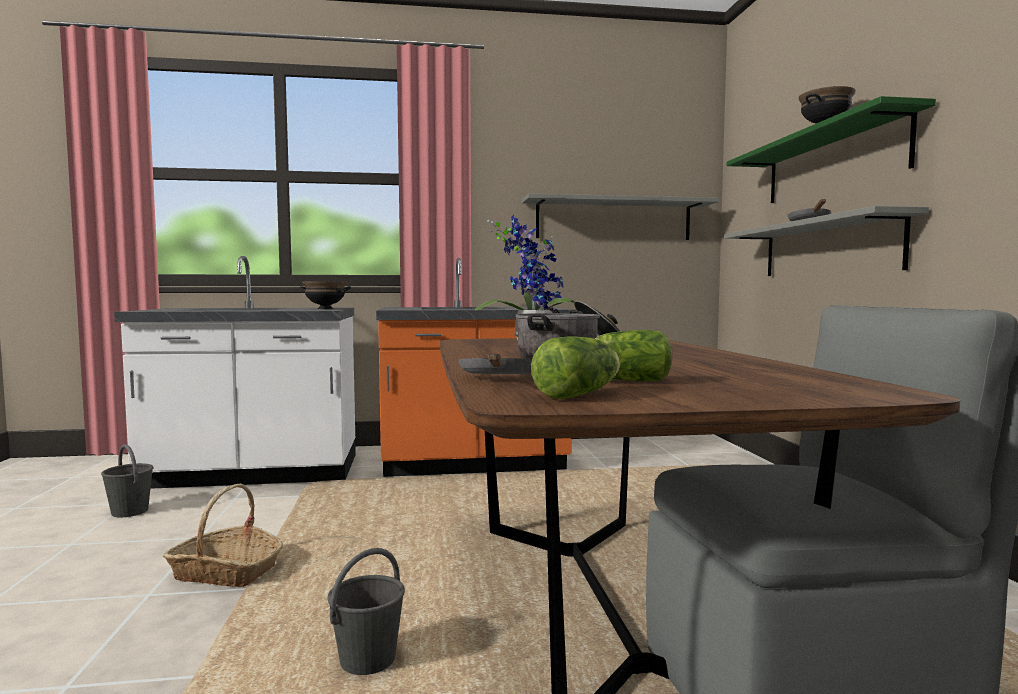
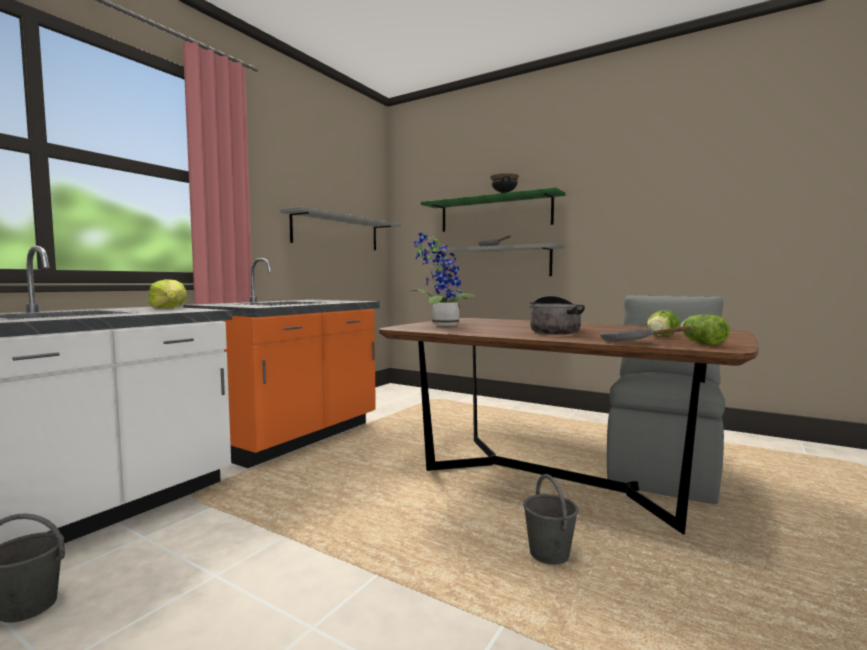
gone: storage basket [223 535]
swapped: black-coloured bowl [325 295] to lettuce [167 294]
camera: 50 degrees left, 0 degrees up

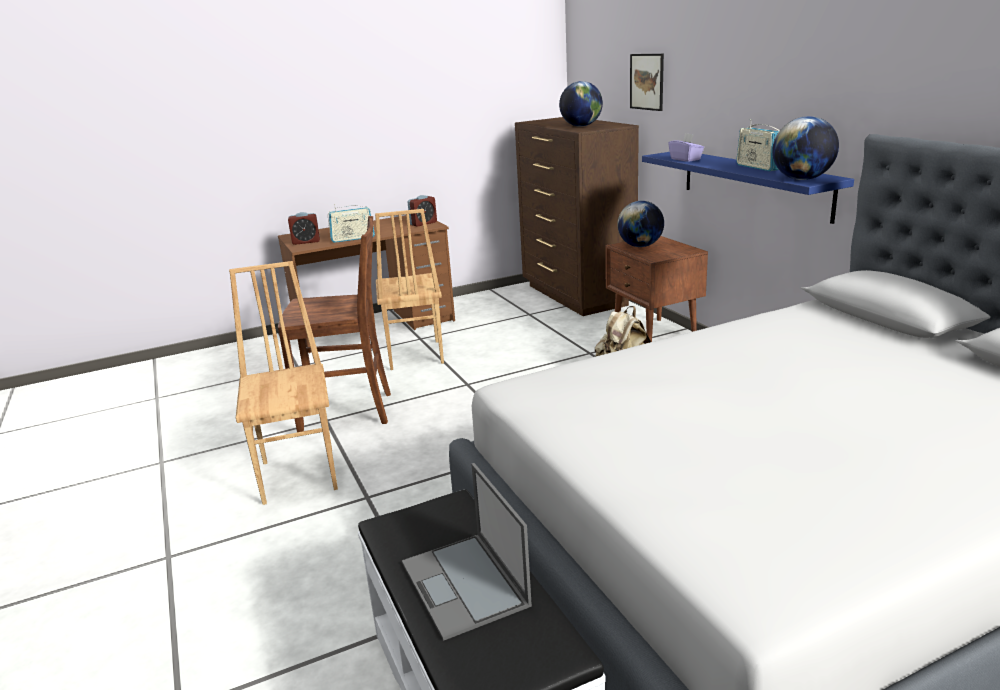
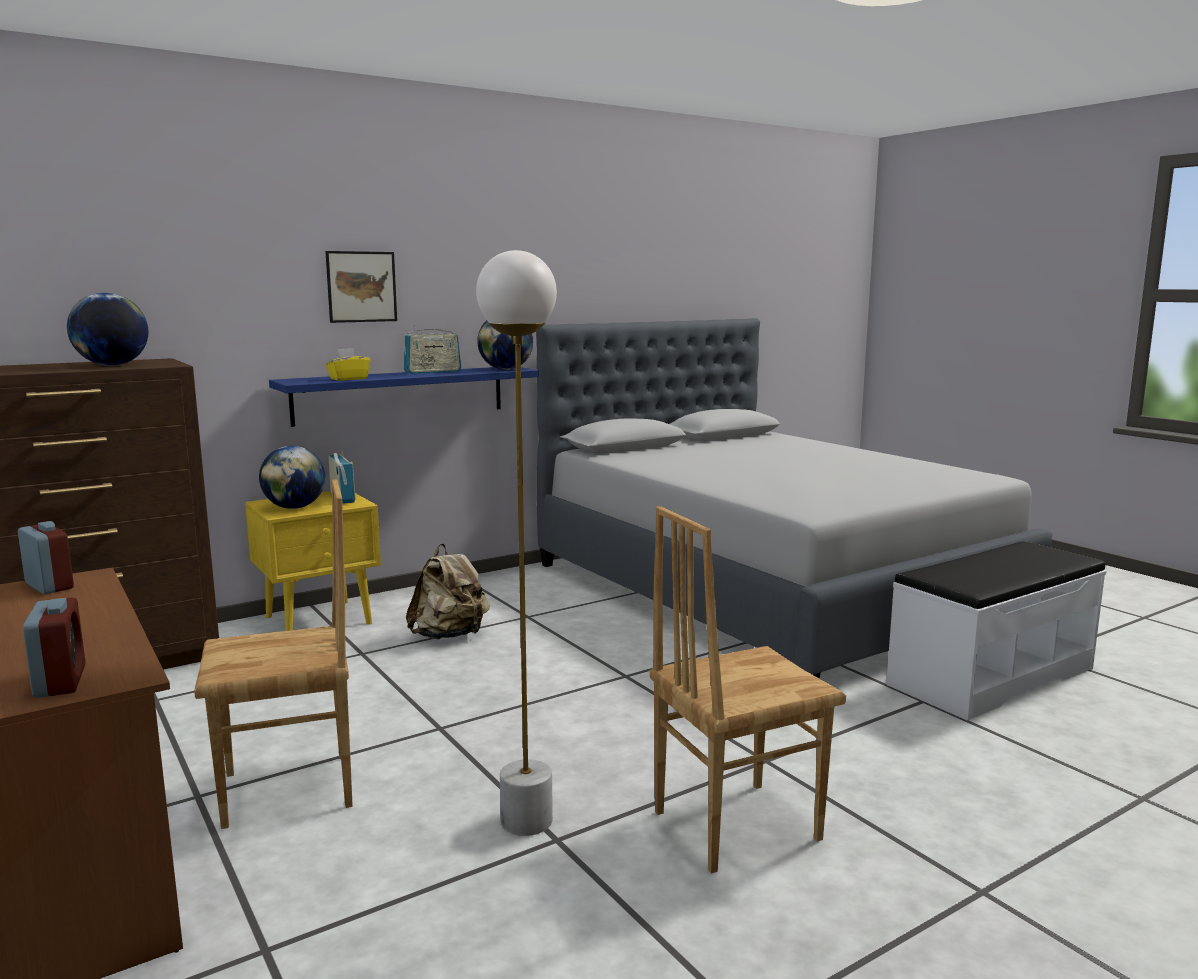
gone: notebook computer [467 552]
shifted: radio [351 223] to [342 478]; wall art [647 82] to [361 287]
swapped: brown-coloured upright chair [334 324] to white standing lamp [516 543]
repainted: brown-coloured night table [656 289] to yellow night table [313 561]; purple tissue holder [686 147] to yellow tissue holder [348 364]
camera: 100 degrees left, 10 degrees down

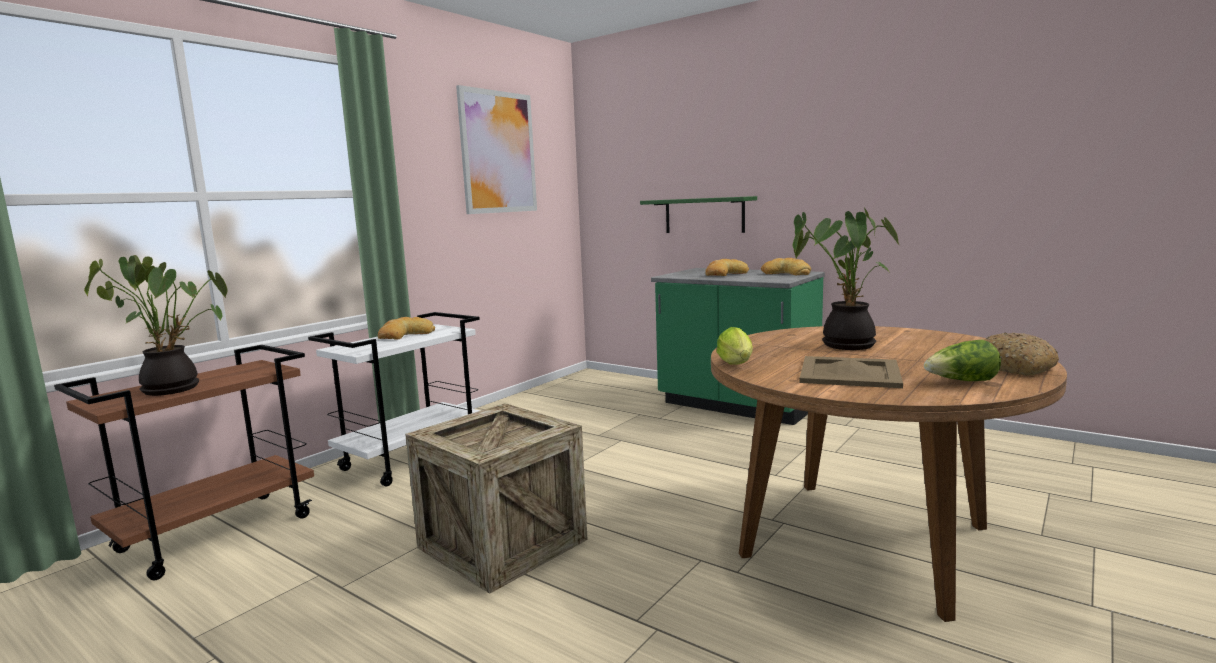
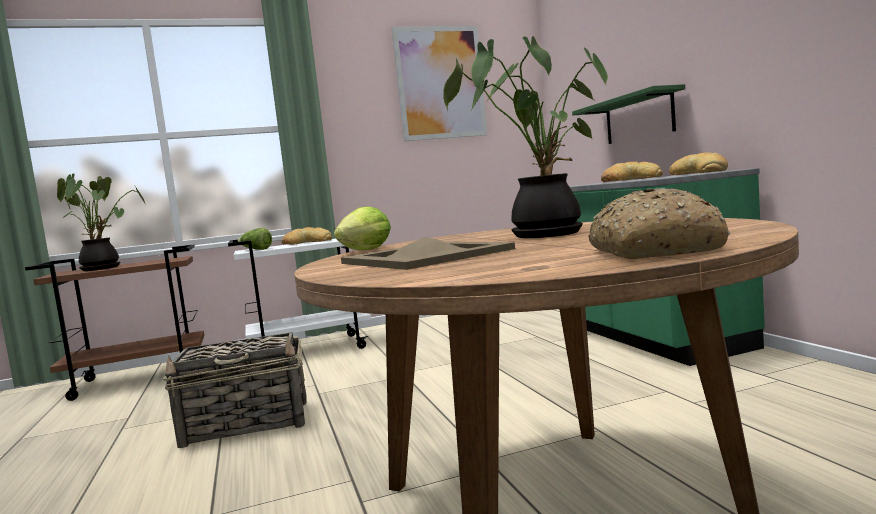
shifted: lettuce [962 360] to [254 239]
swapped: packing crate [496 498] to storage basket [235 390]
camera: 35 degrees right, 5 degrees down

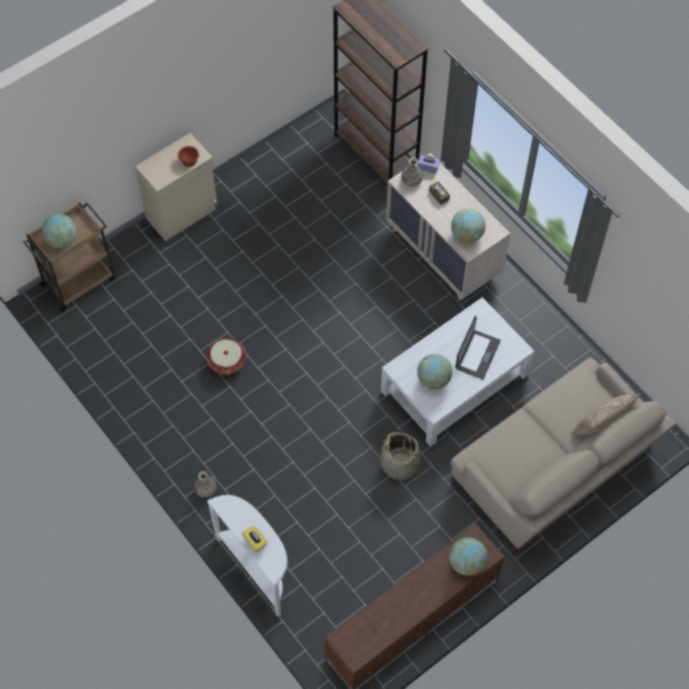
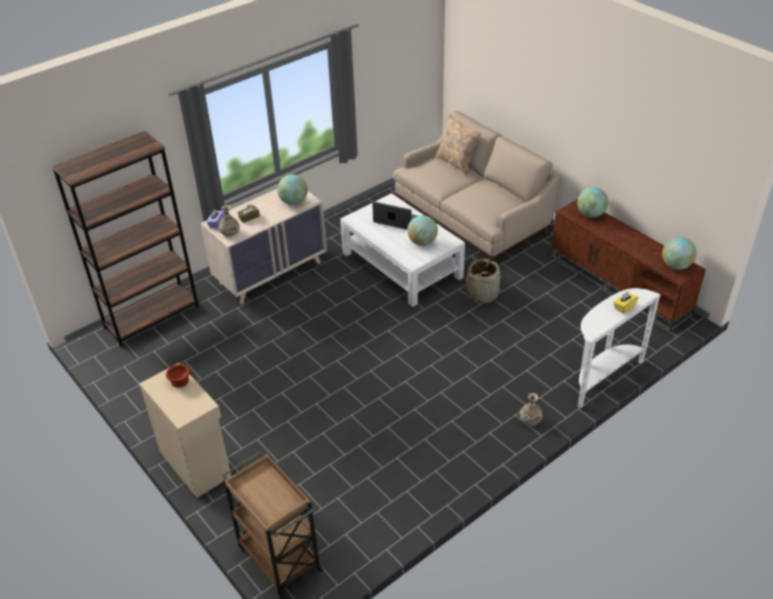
gone: storage basket [226 356]
shifted: world globe [59 231] to [679 253]
camera: 90 degrees left, 20 degrees down

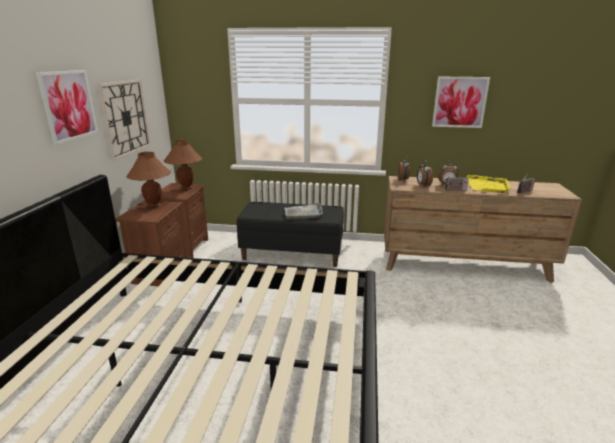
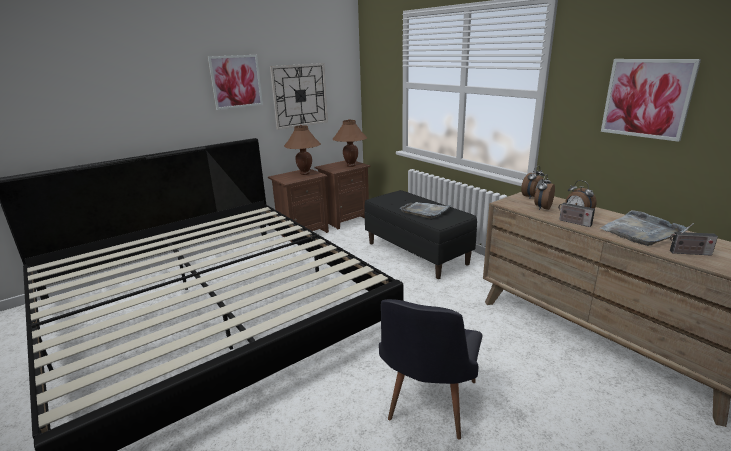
new: black-coloured upright chair [430 369]
repainted: yellow tray [489 184] to gray tray [643 228]
camera: 45 degrees right, 0 degrees up

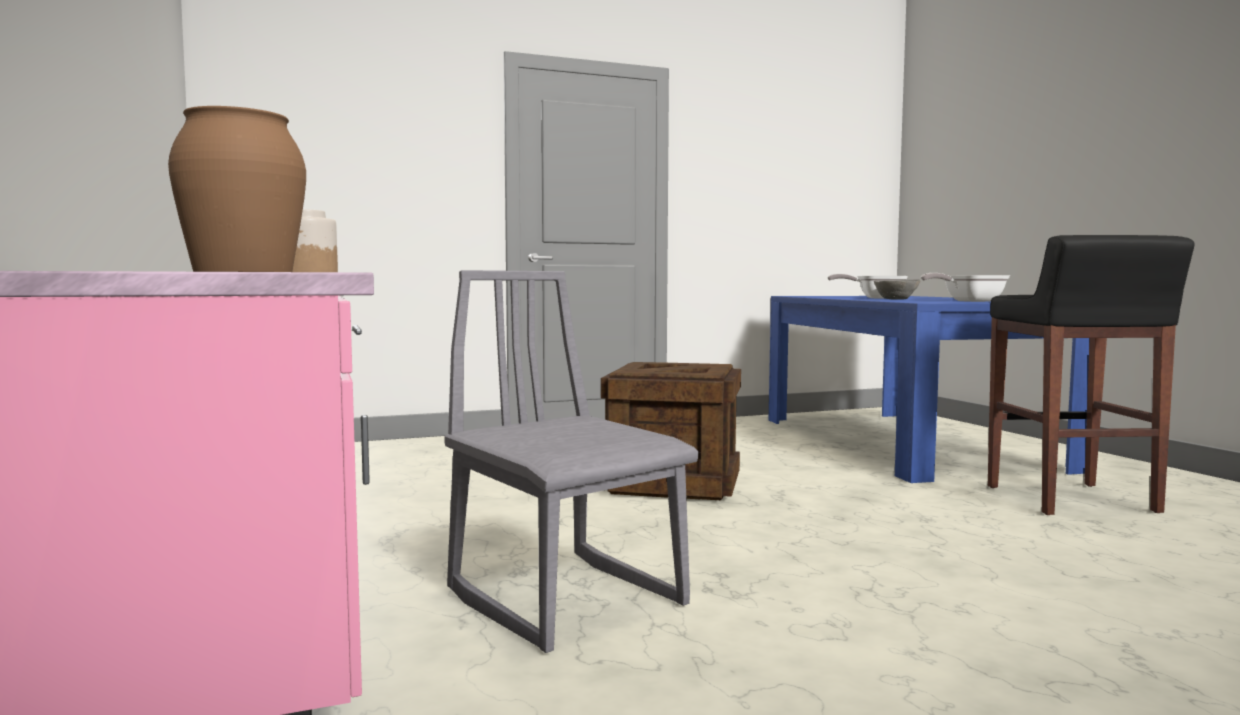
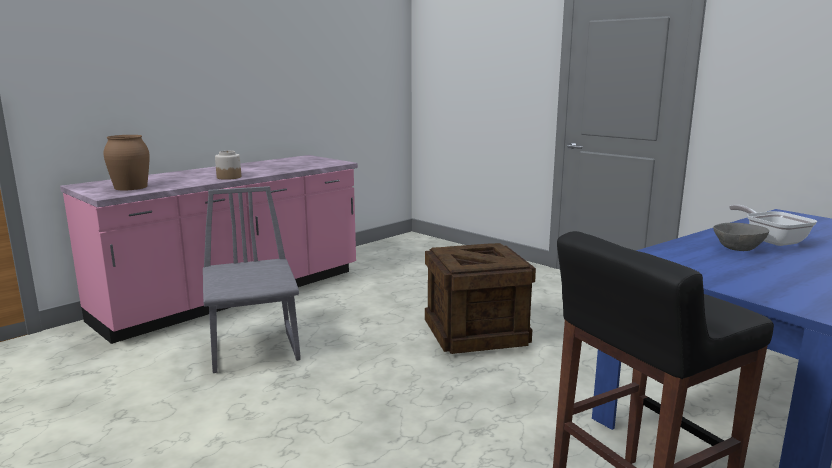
gone: frying pan [965 287]
rotated: gray upright chair [571 461] = [252 279] 45 degrees counterclockwise
camera: 65 degrees right, 10 degrees up

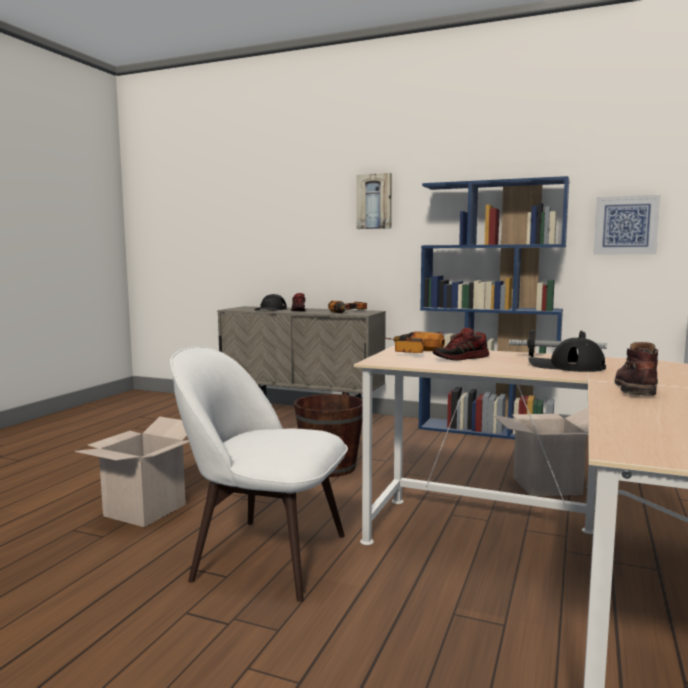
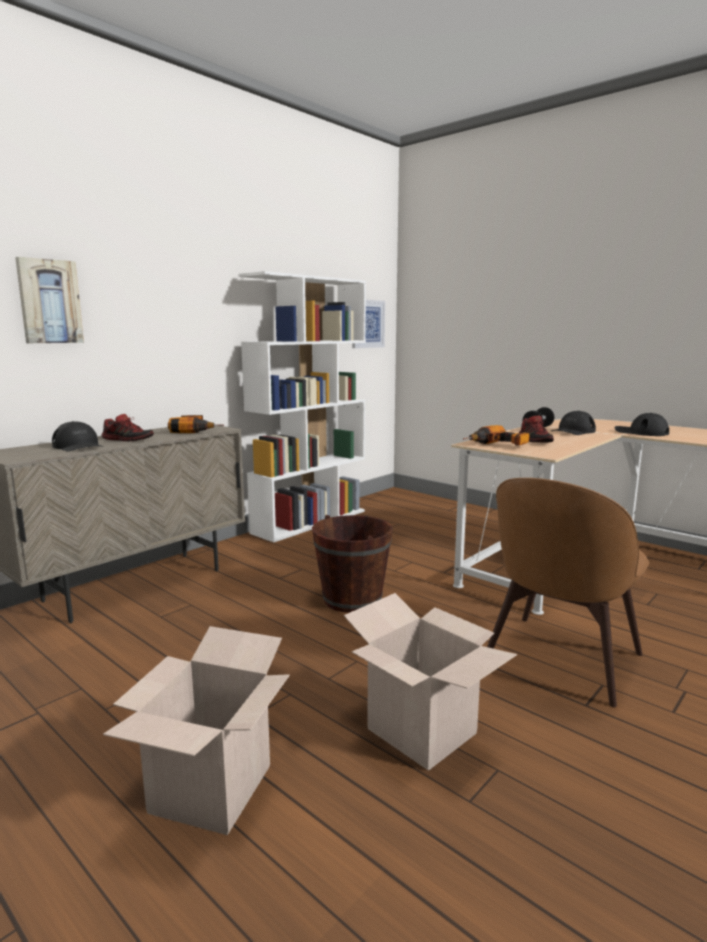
shifted: wall art [374 201] to [49 300]; packing box [540 452] to [196 730]
swapped: brown-coloured tall boot [636 369] to black-coloured baseball cap [642 424]
repainted: white upright chair [259 474] to brown-coloured upright chair [568 592]; bluish bookcase [493 307] to white bookcase [302 406]
camera: 70 degrees left, 5 degrees up

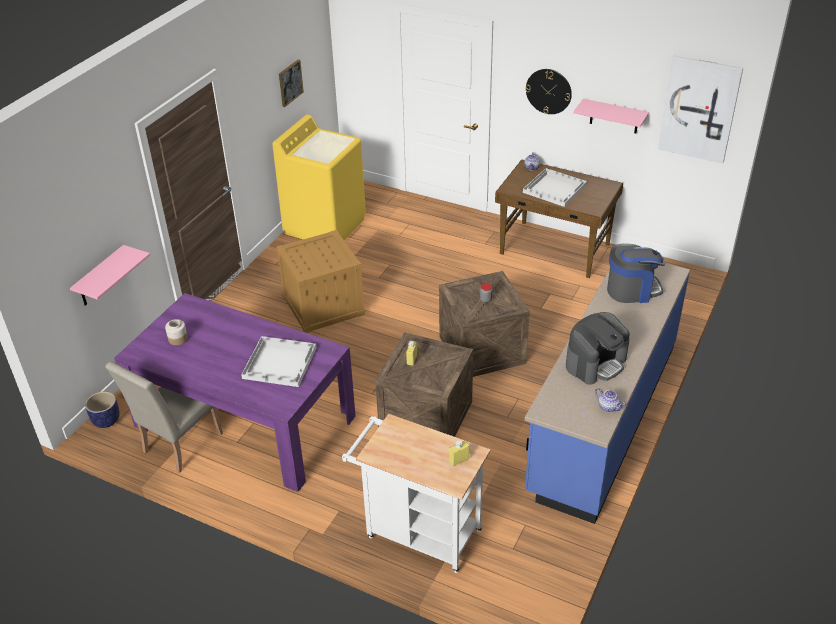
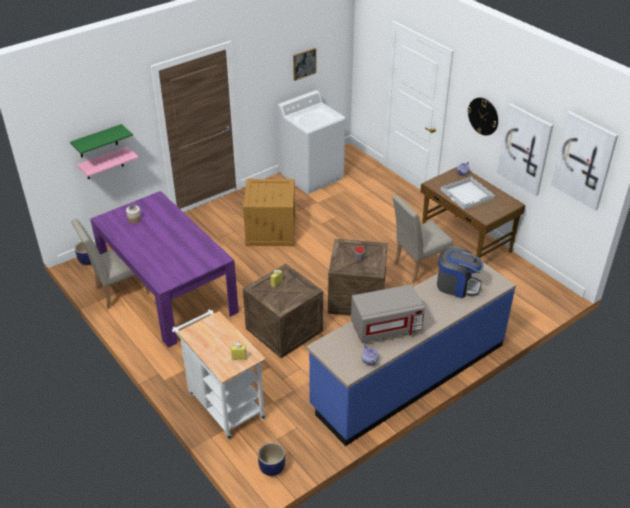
gone: white tray [279 361]
new: greenish bracket shelf [101 141]; planter [271 459]; beige upright chair [422 239]
swapped: coffee maker [598 348] to gray kitchen microwave [388 313]; pink-coloured bracket shelf [611 116] to wall art [525 149]
repainted: yellow laundry appliance [319 177] to white laundry appliance [311 142]
camera: 25 degrees right, 0 degrees up

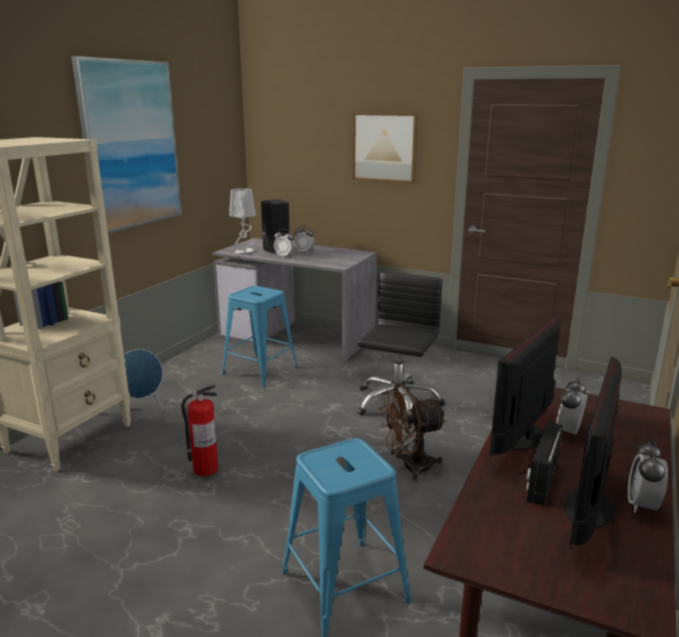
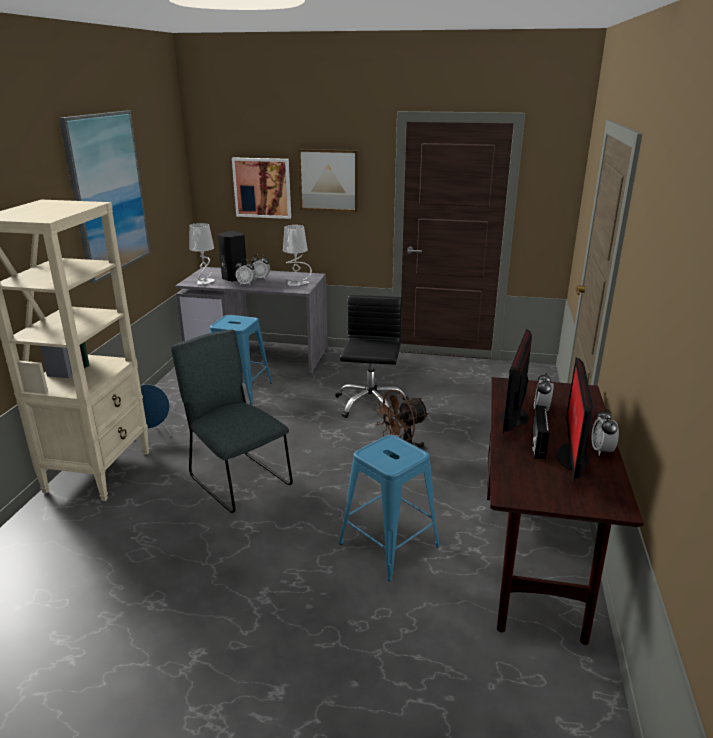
new: wall art [261 188]; gray lamp for a table [297 255]
swapped: extinguisher [199 430] to gray upright chair [232 421]
camera: 15 degrees left, 5 degrees up

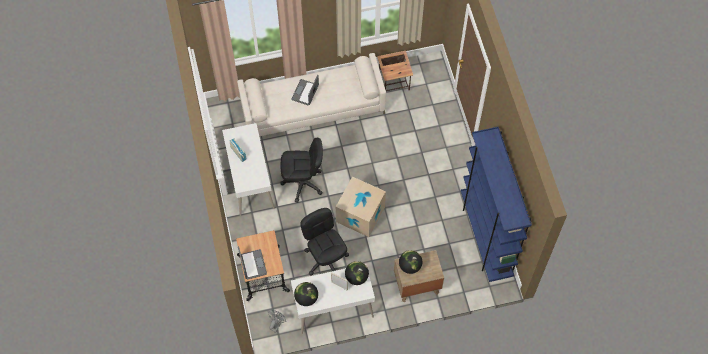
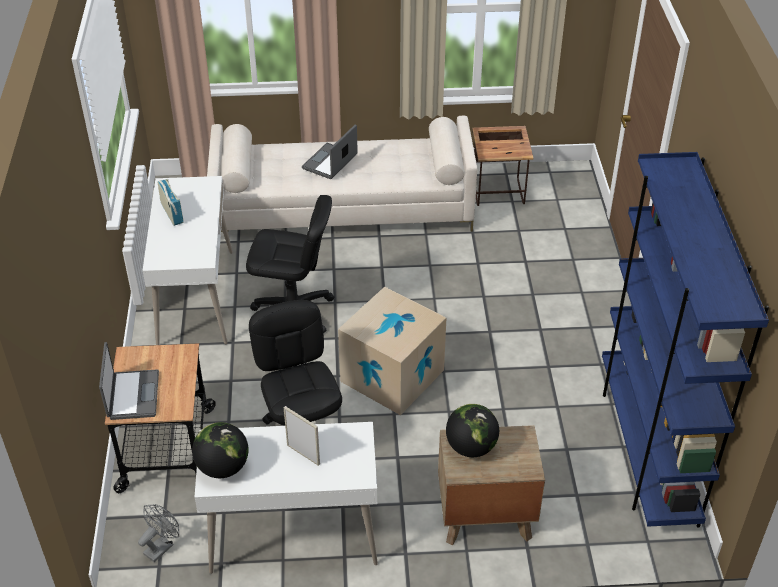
gone: world globe [357 273]
camera: 10 degrees right, 20 degrees down

